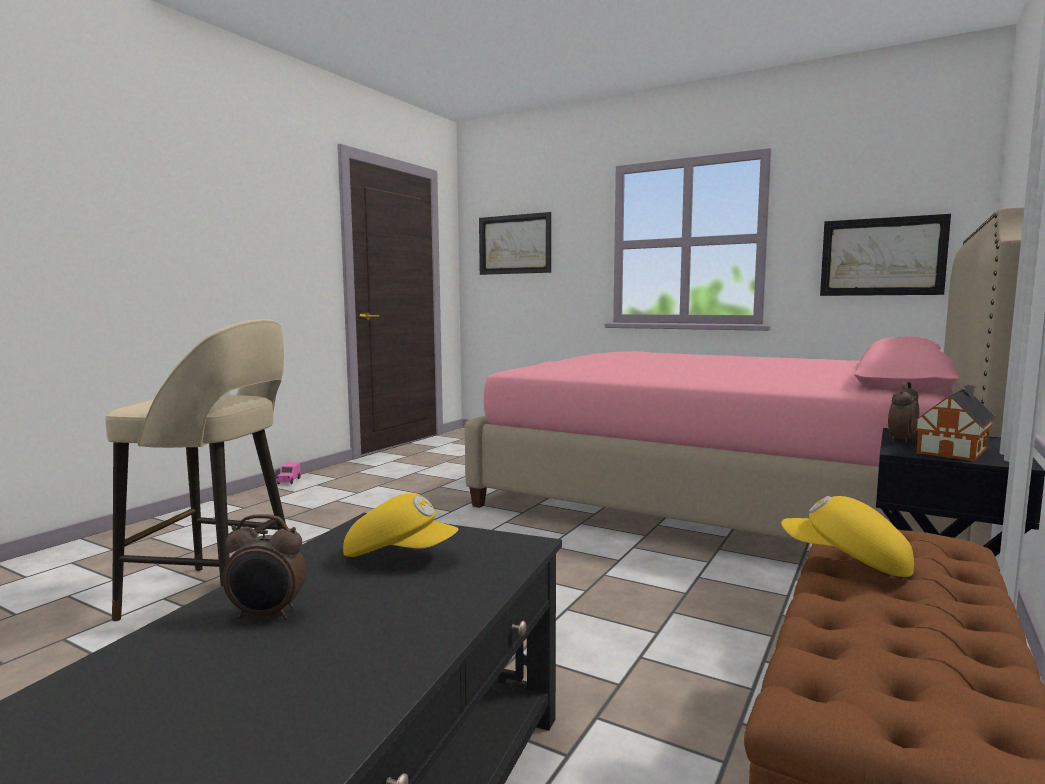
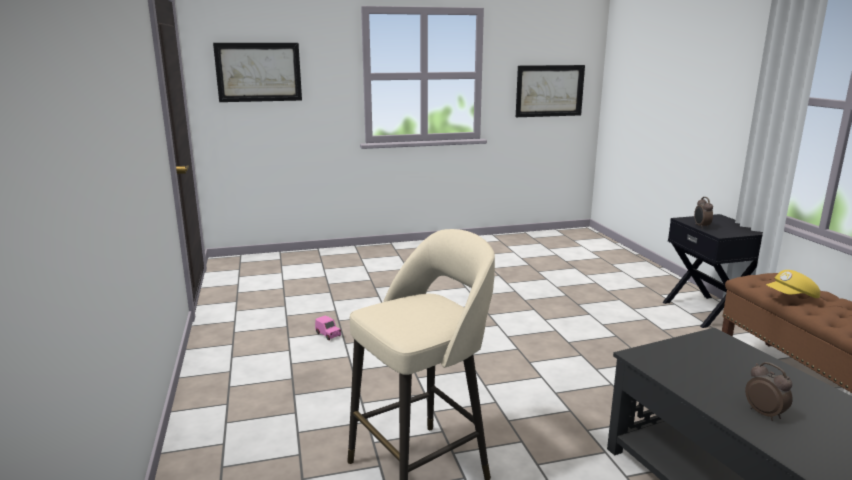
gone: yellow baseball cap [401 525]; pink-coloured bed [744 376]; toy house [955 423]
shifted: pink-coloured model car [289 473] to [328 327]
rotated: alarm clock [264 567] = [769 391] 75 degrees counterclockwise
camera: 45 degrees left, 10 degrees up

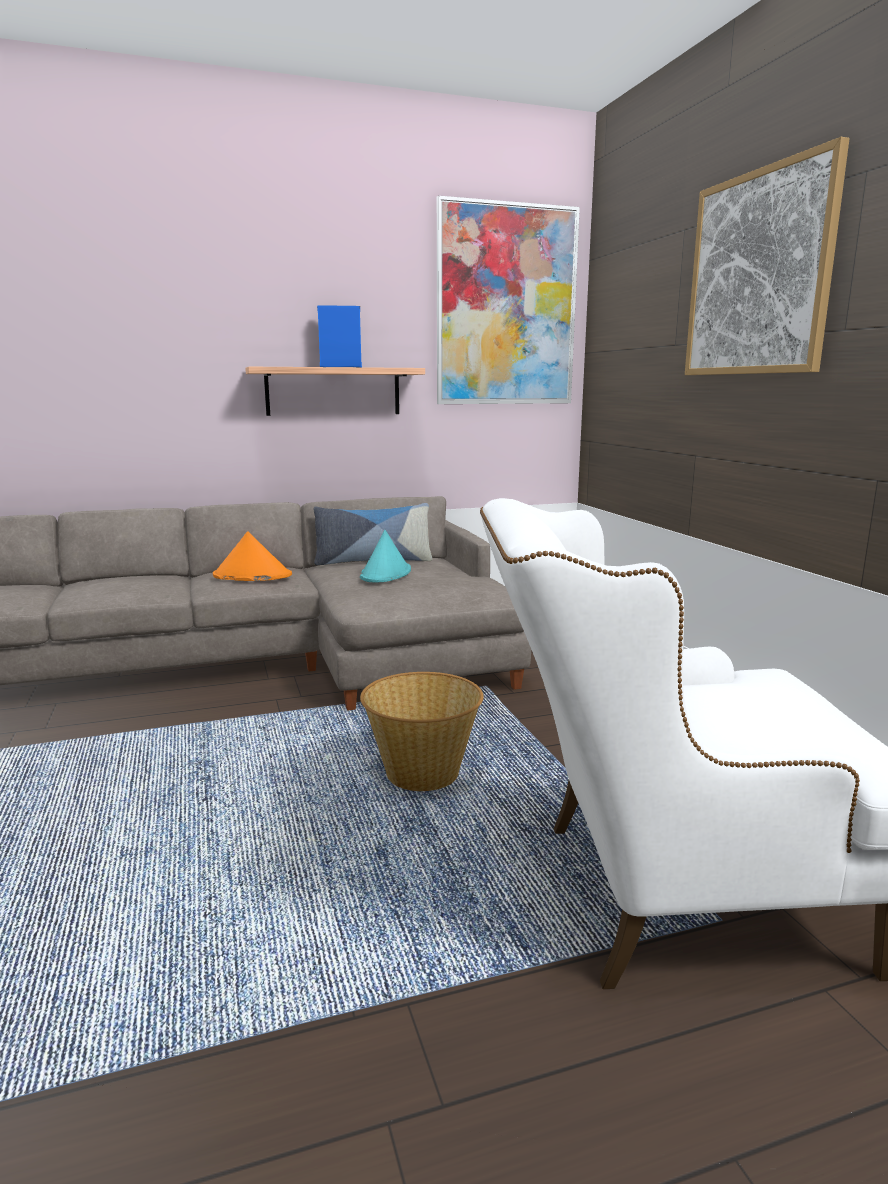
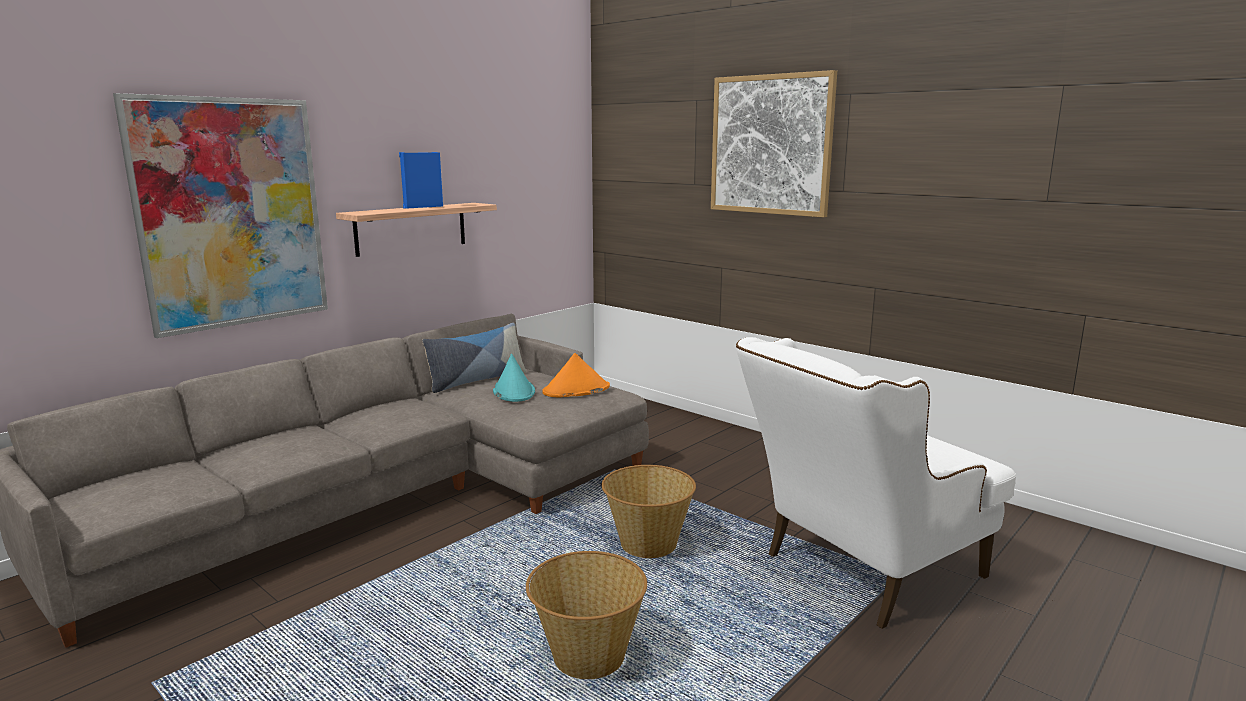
new: storage basket [586 615]
shifted: orange clothing hat [252 556] to [576 375]; wall art [508 300] to [220 215]
camera: 30 degrees left, 0 degrees up

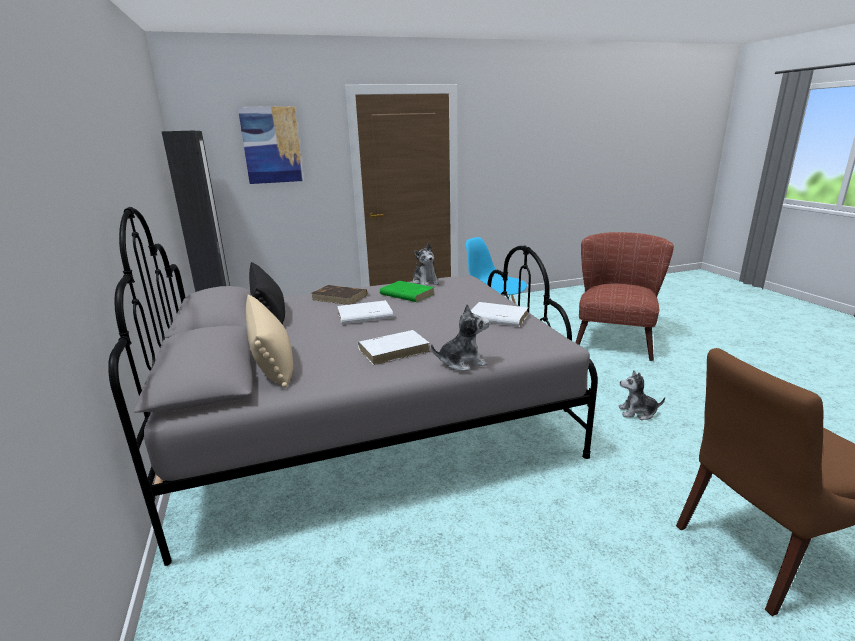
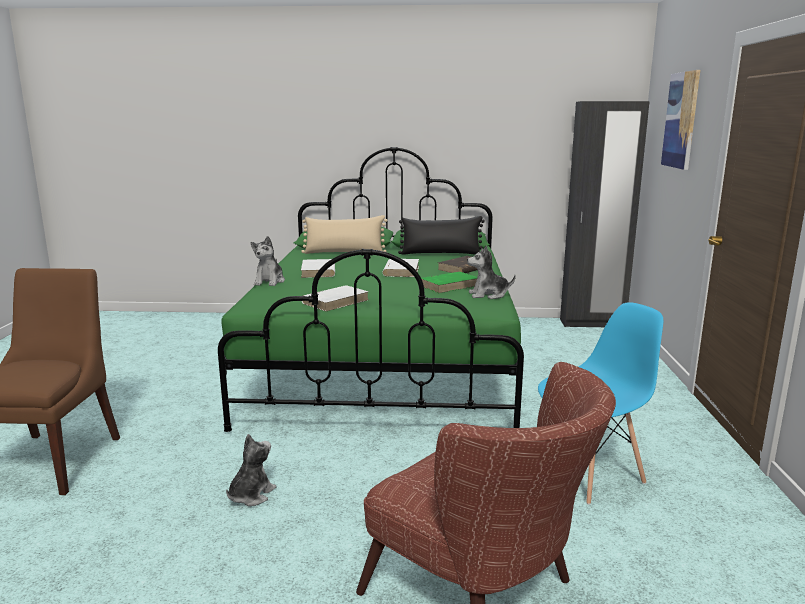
repainted: gray bed [353 386] to greenish bed [371 289]
camera: 110 degrees right, 5 degrees down

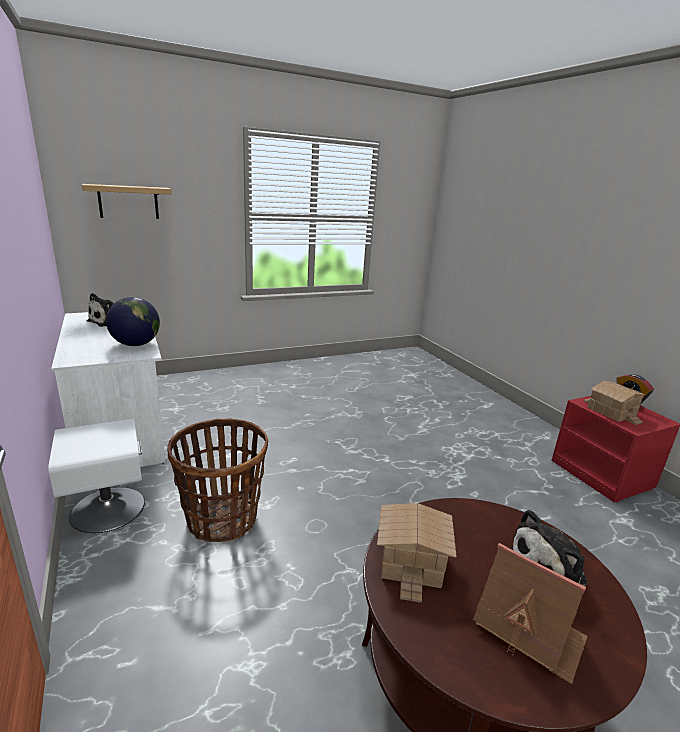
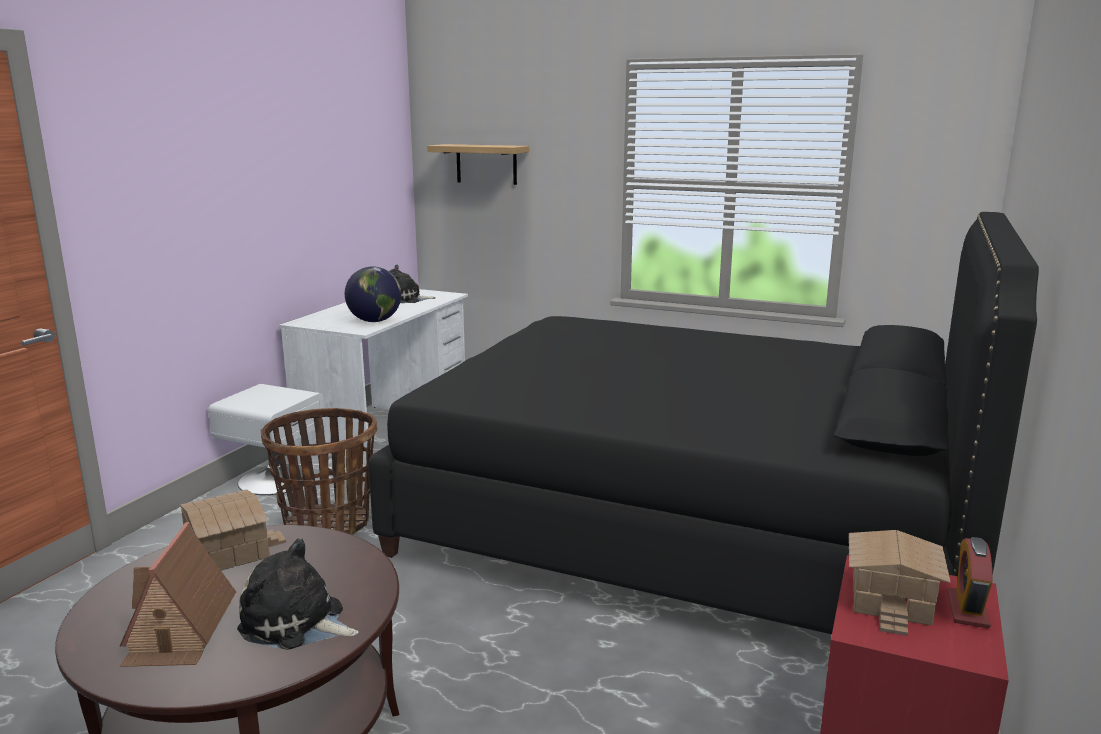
new: black-coloured bed [703 423]
camera: 50 degrees right, 5 degrees down

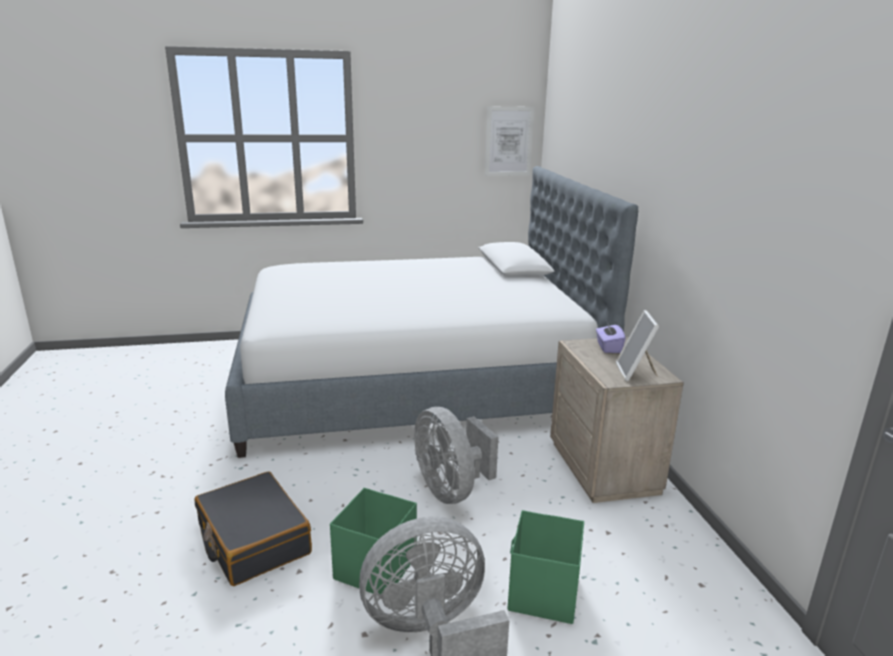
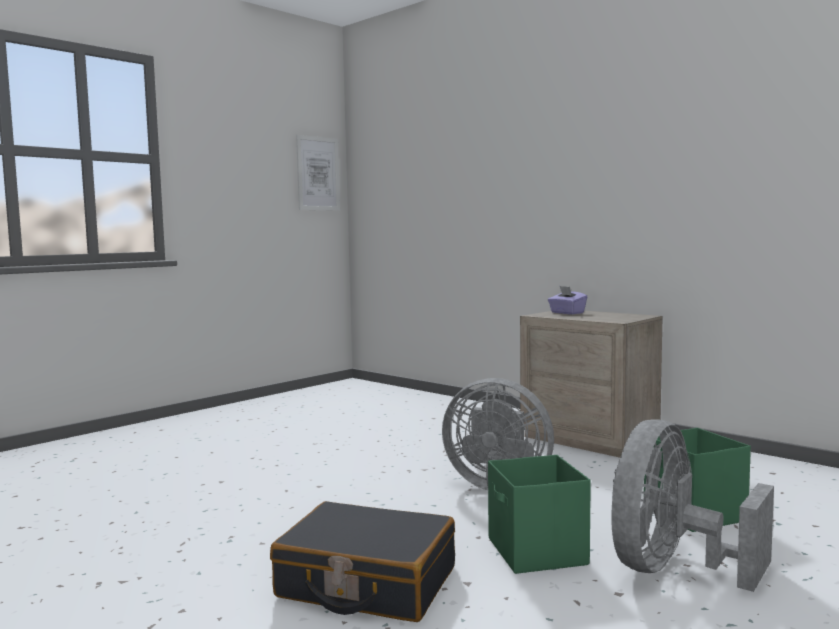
gone: bed [431 312]; picture frame [637 345]
camera: 35 degrees left, 15 degrees down

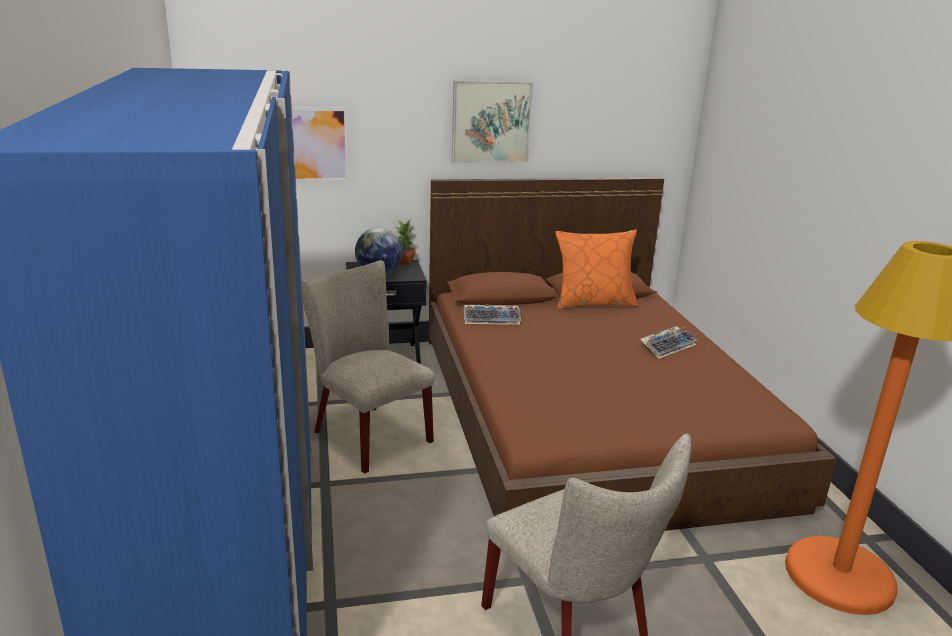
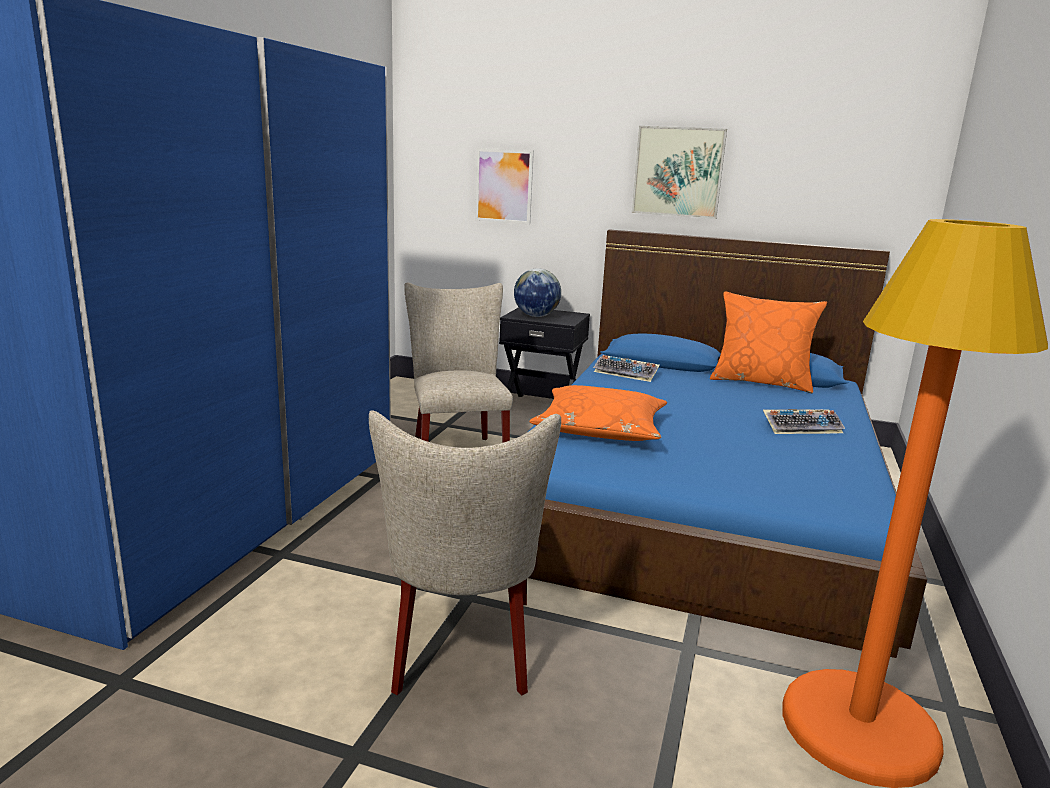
gone: plant in a pot [405 242]
new: orange cushion [598 413]
repainted: brown-coloured bed [633 354] to bluish bed [727 443]
camera: 30 degrees right, 5 degrees down

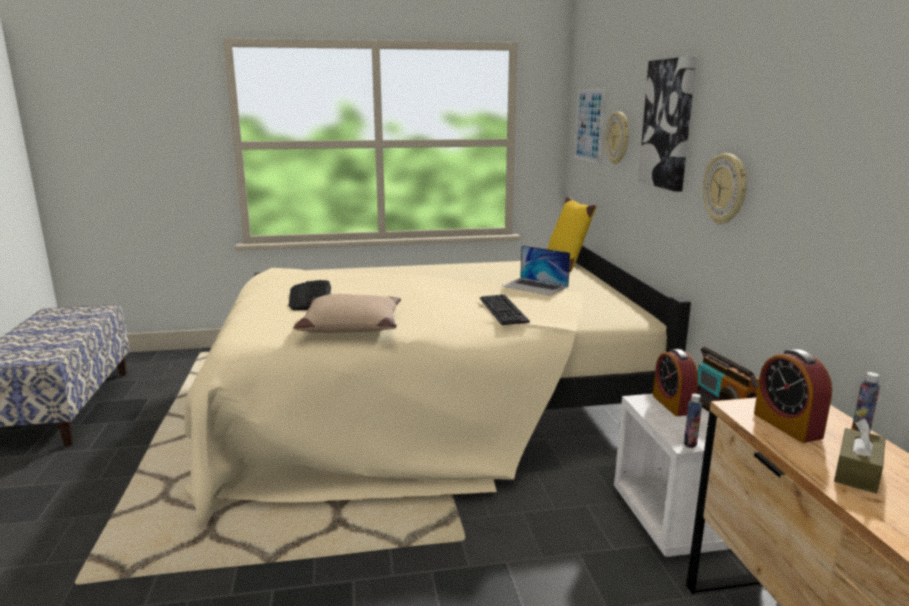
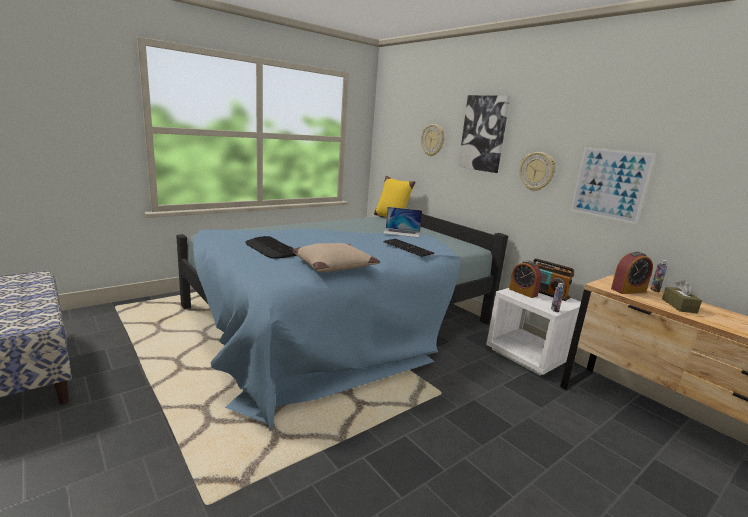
shifted: wall art [589 126] to [613 186]
repainted: beige bed [437 385] to bluish bed [342 323]
rotated: alarm clock [793 396] = [632 273] 60 degrees counterclockwise
camera: 30 degrees left, 0 degrees up

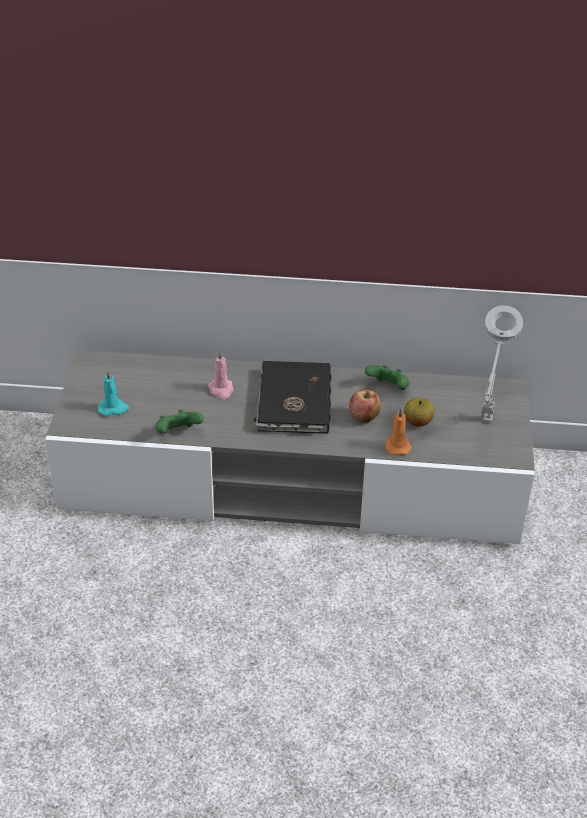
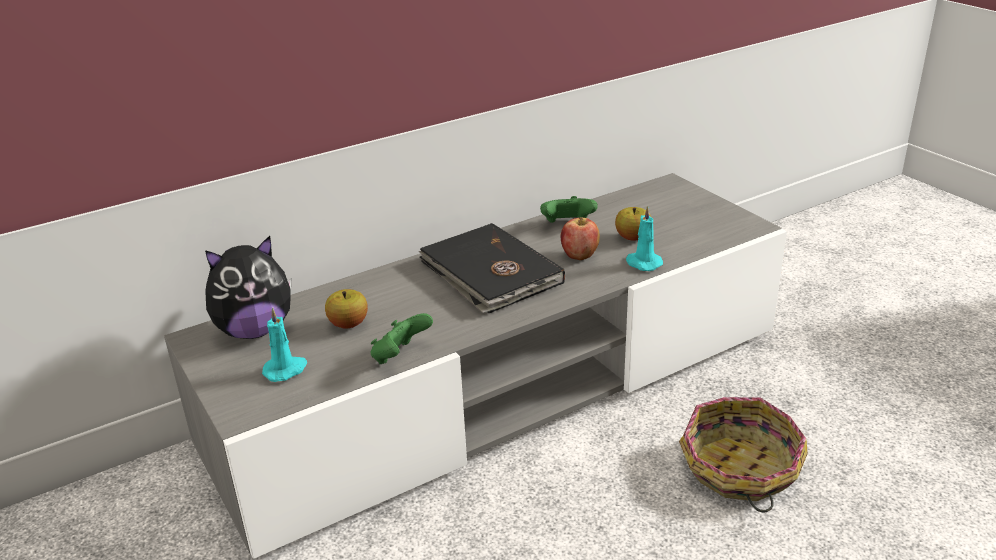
gone: pink-coloured candle [221 375]; gray lamp for a table [501 363]
new: plush toy [248 287]; apple [346 309]; storage basket [743 454]
repainted: orange candle [398 431] to blue-green candle [644 238]
camera: 35 degrees left, 10 degrees down

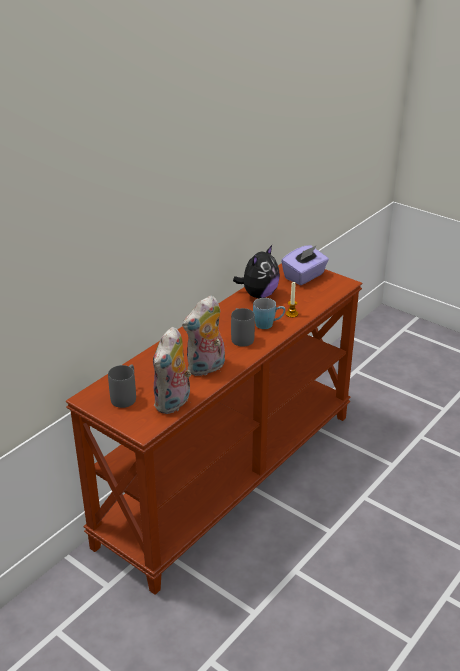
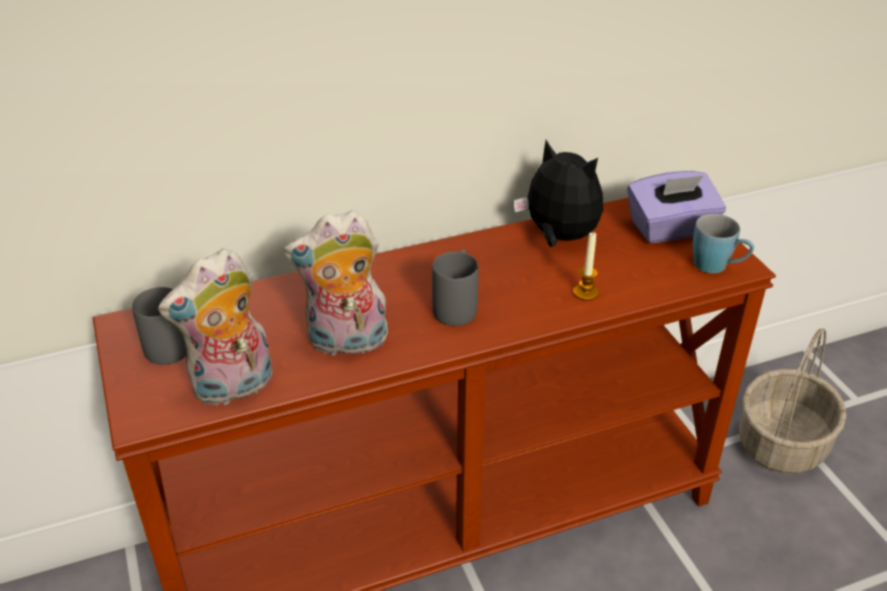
new: storage basket [793 400]
shifted: bluish coffee mug [269 313] to [723 243]
rotated: plush toy [256 271] = [558 193] 120 degrees counterclockwise
camera: 30 degrees right, 5 degrees up

